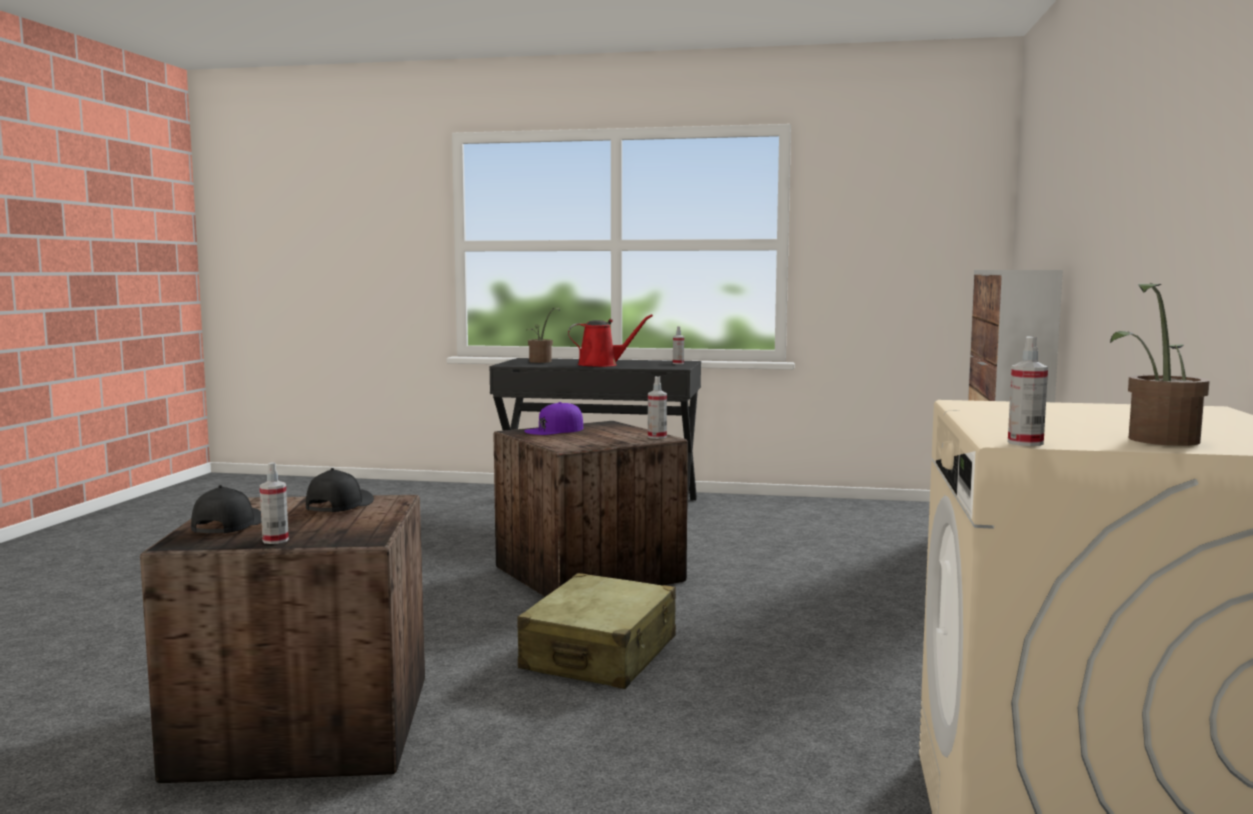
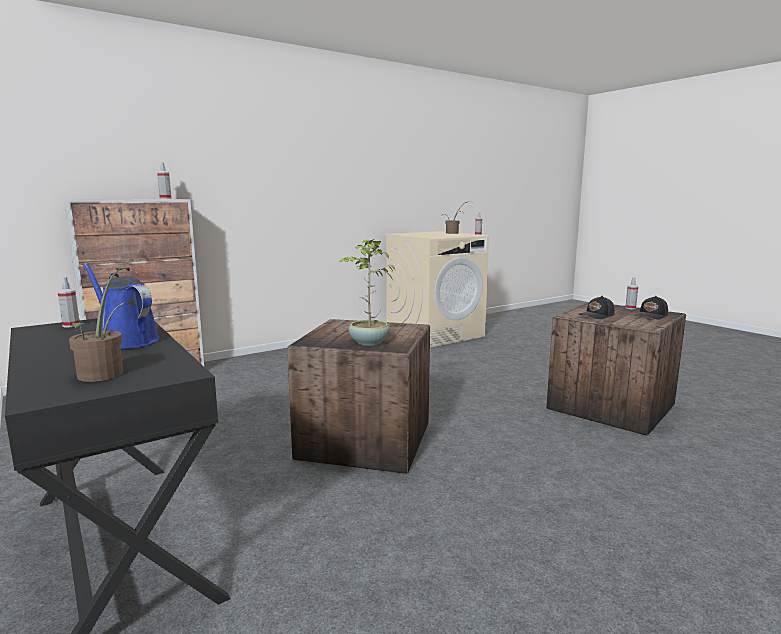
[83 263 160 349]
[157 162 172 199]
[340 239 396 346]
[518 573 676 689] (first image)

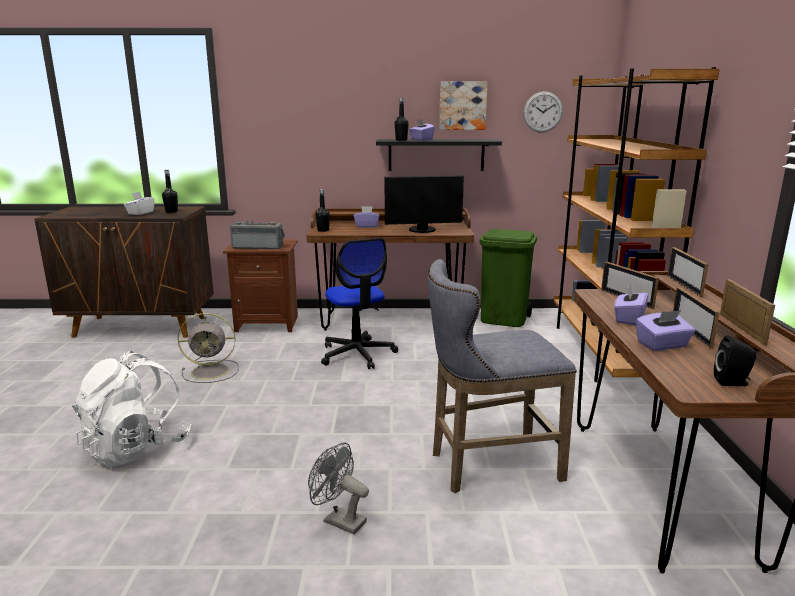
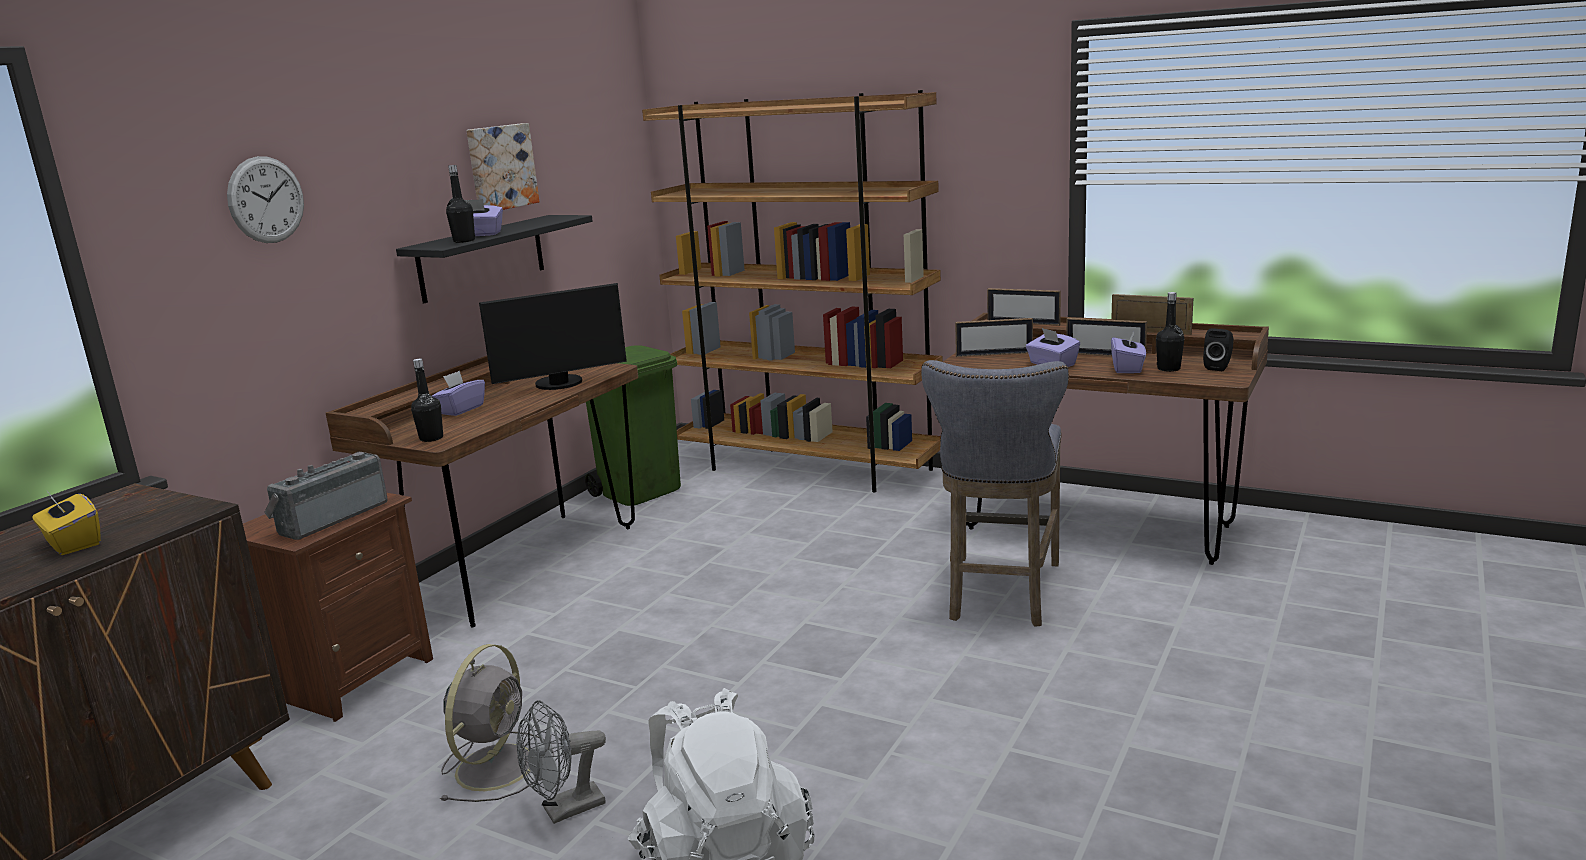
[227 156 304 243]
[1156 292 1184 372]
[479 283 627 390]
[32 491 101 555]
[321 238 398 369] (first image)
[516 700 606 824]

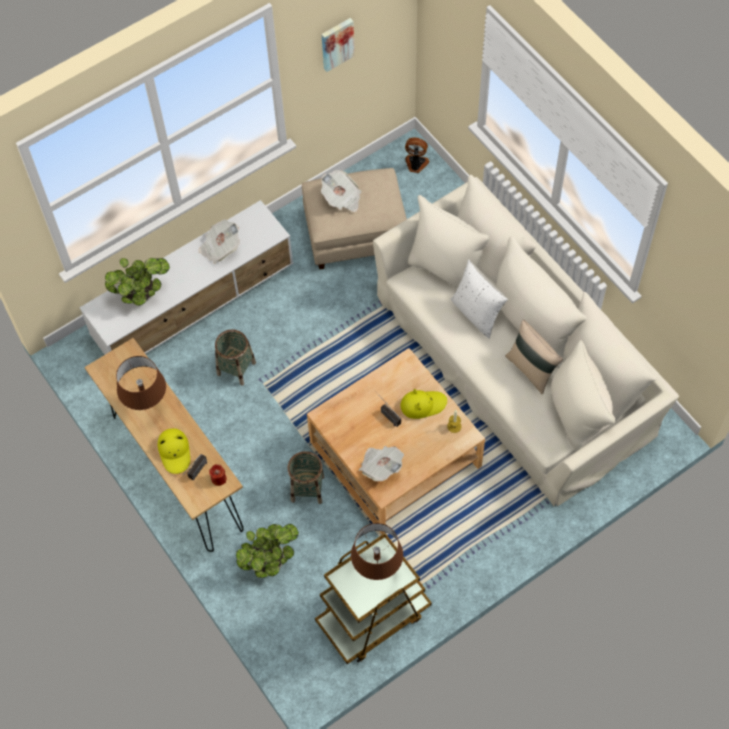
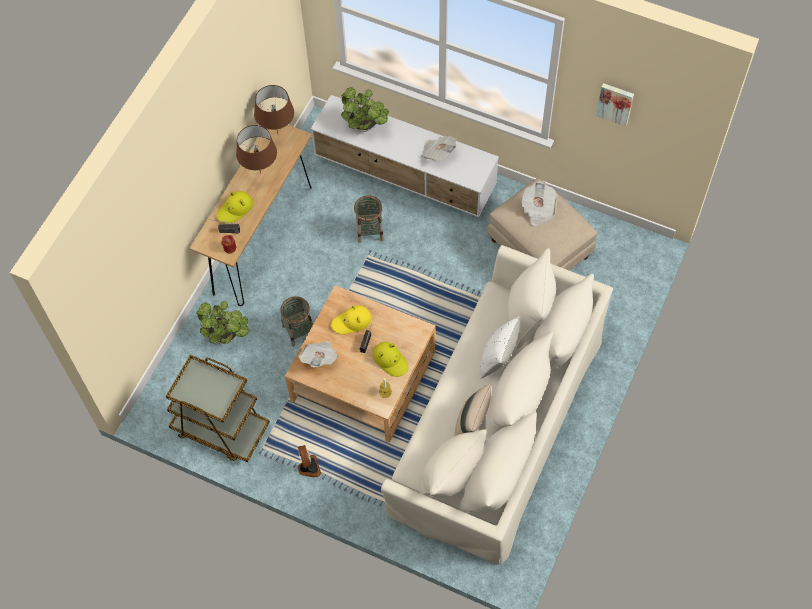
[298 445 321 477]
[254 85 294 133]
[331 305 371 334]

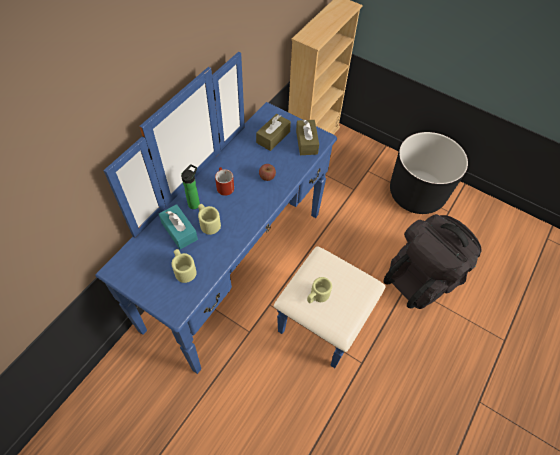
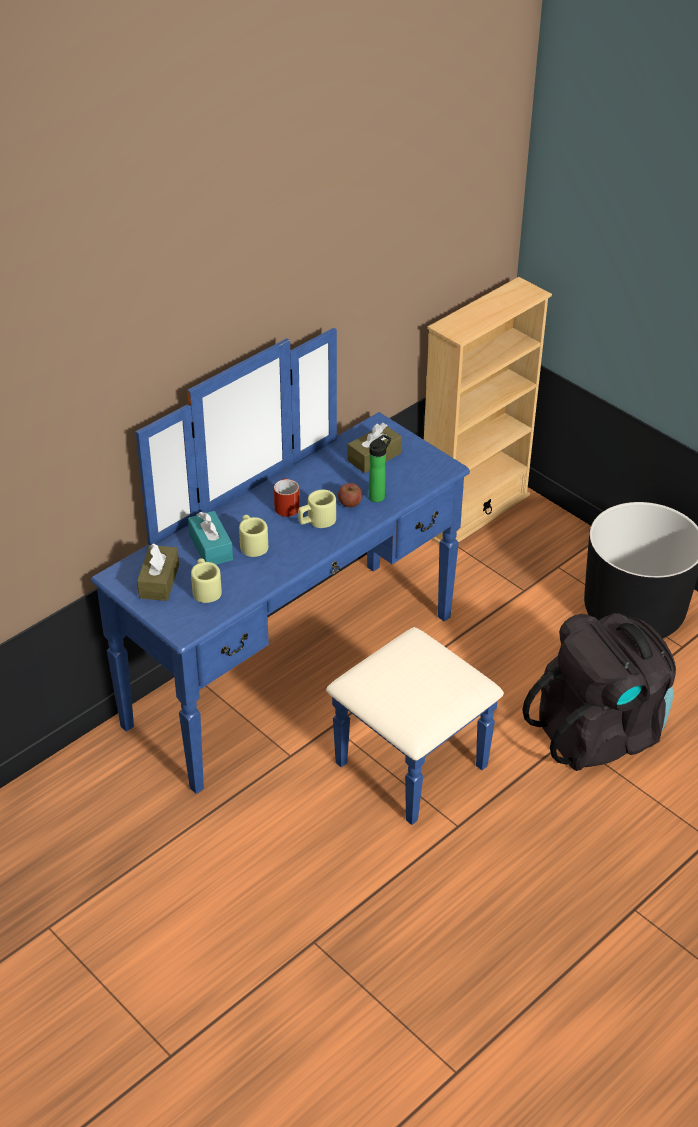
[137 543 179 601]
[369 434 391 502]
[298 490 336 528]

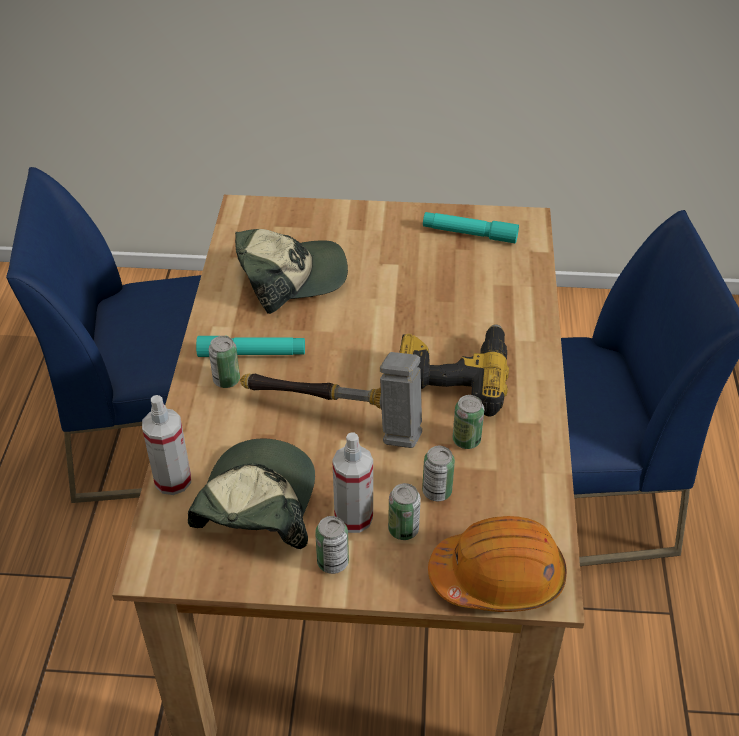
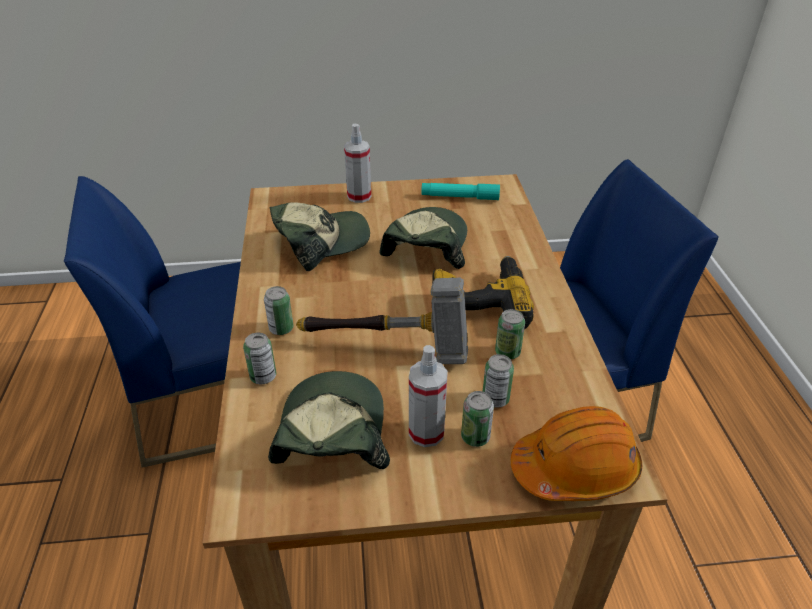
[196 336 305 357] (first image)
[344 124 371 203]
[243 333 276 384]
[379 207 467 269]

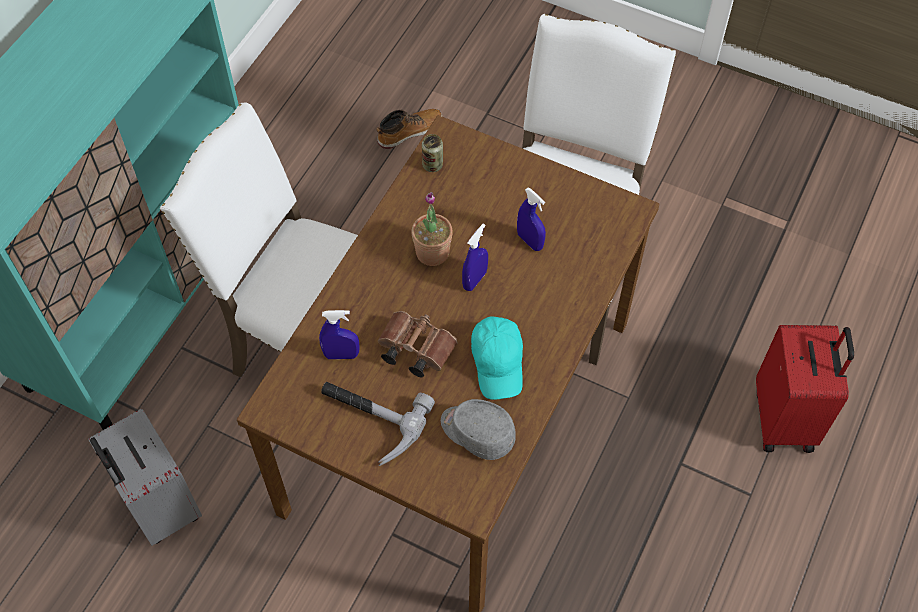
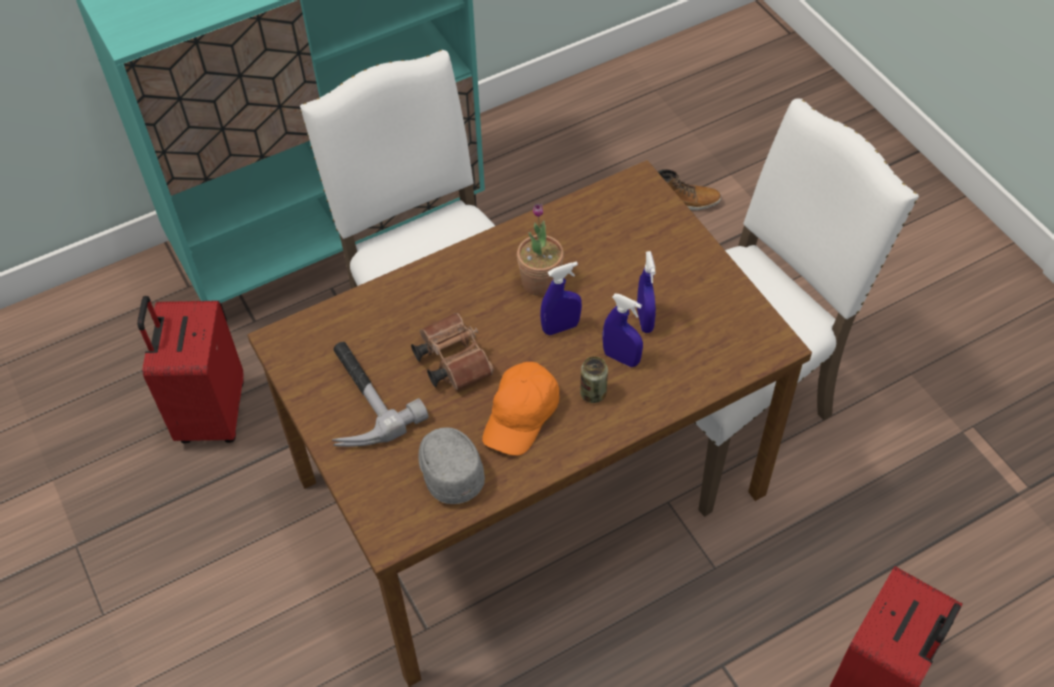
[580 356 608 403]
[602 293 643 367]
[482 362 559 456]
[137 296 244 443]

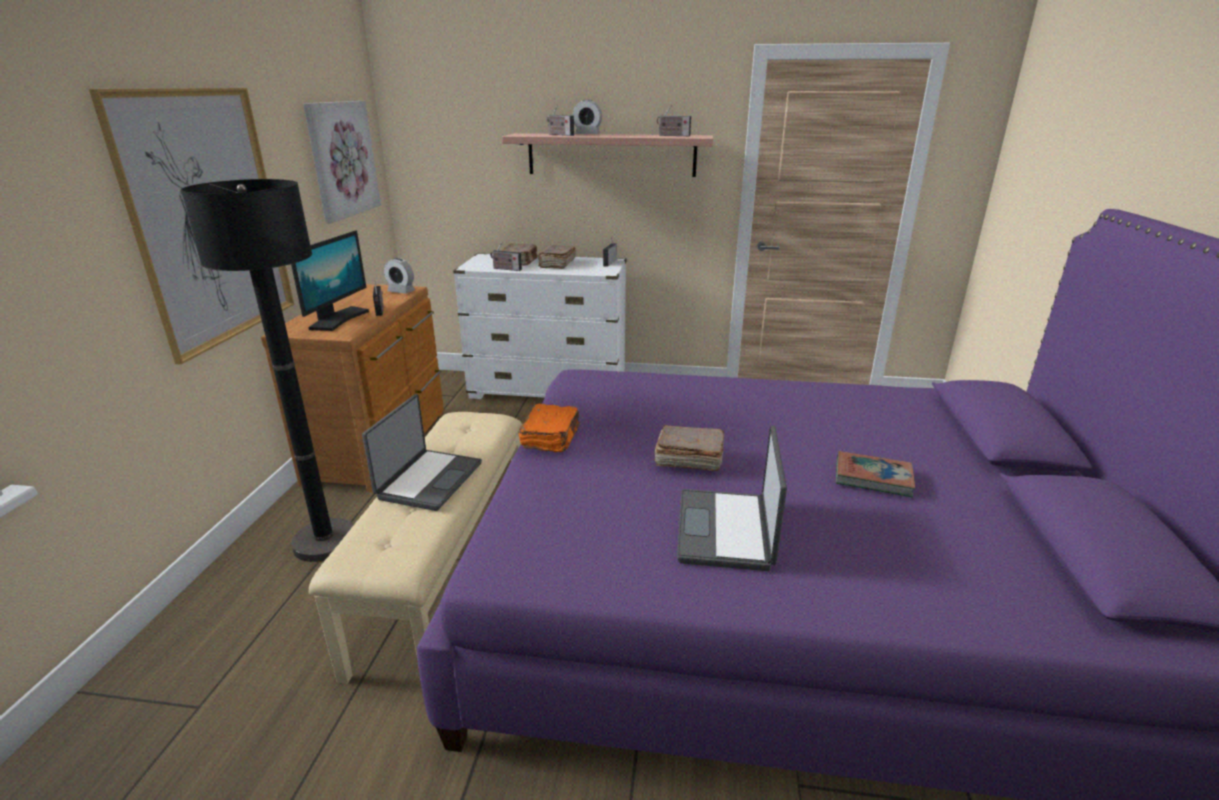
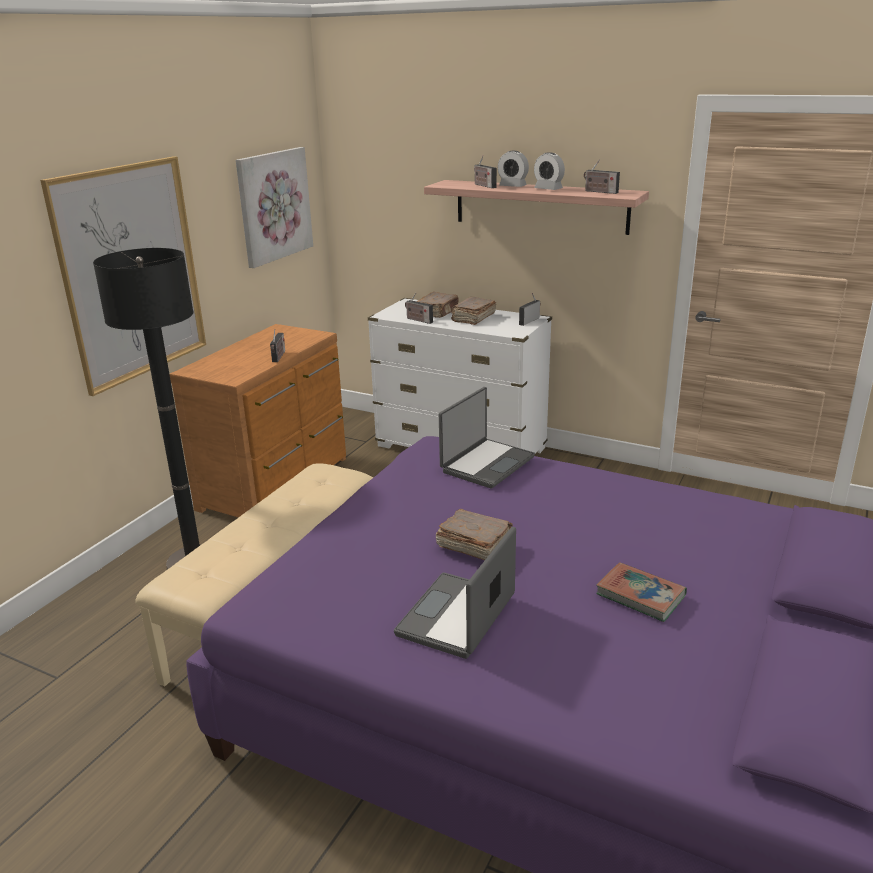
[291 230 369 331] (first image)
[534 153 565 190]
[439 387 535 489]
[519 404 580 452] (first image)

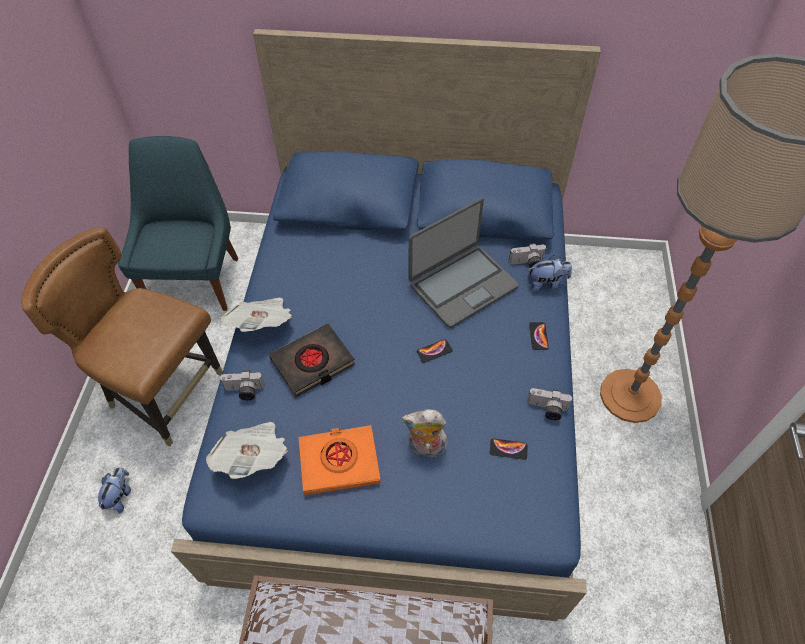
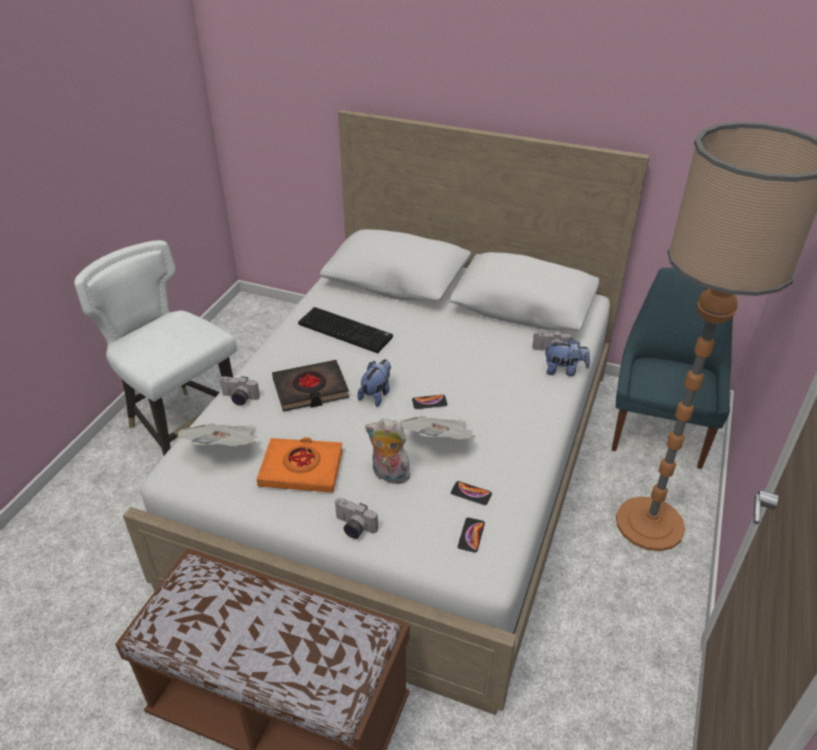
[123 110 650 715]
[612 268 733 469]
[409 198 519 328] (first image)
[74 240 237 456]
[400 416 475 440]
[458 517 485 552]
[334 498 378 539]
[357 359 391 407]
[298 307 393 353]

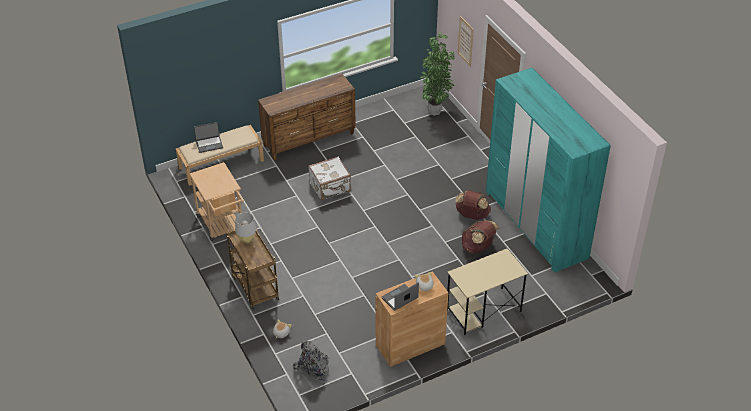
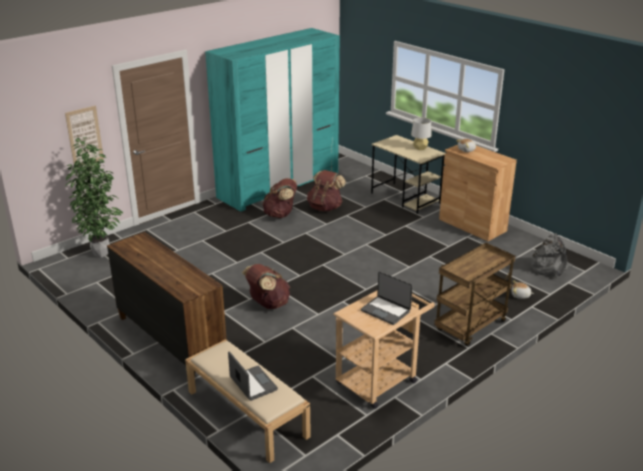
[242 264 290 309]
[411 118 432 150]
[361 271 413 325]

